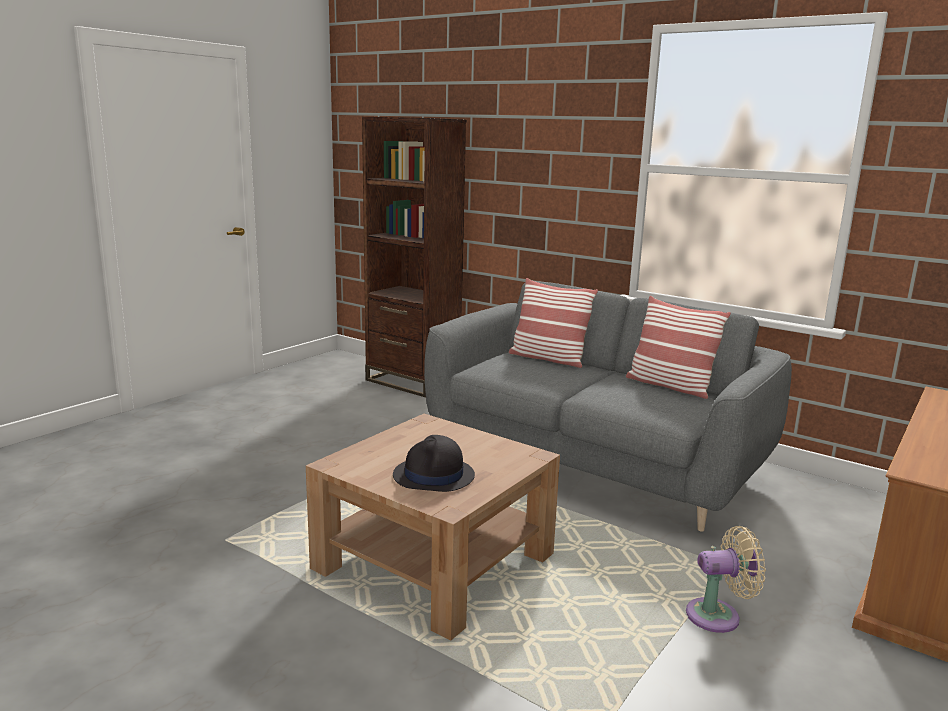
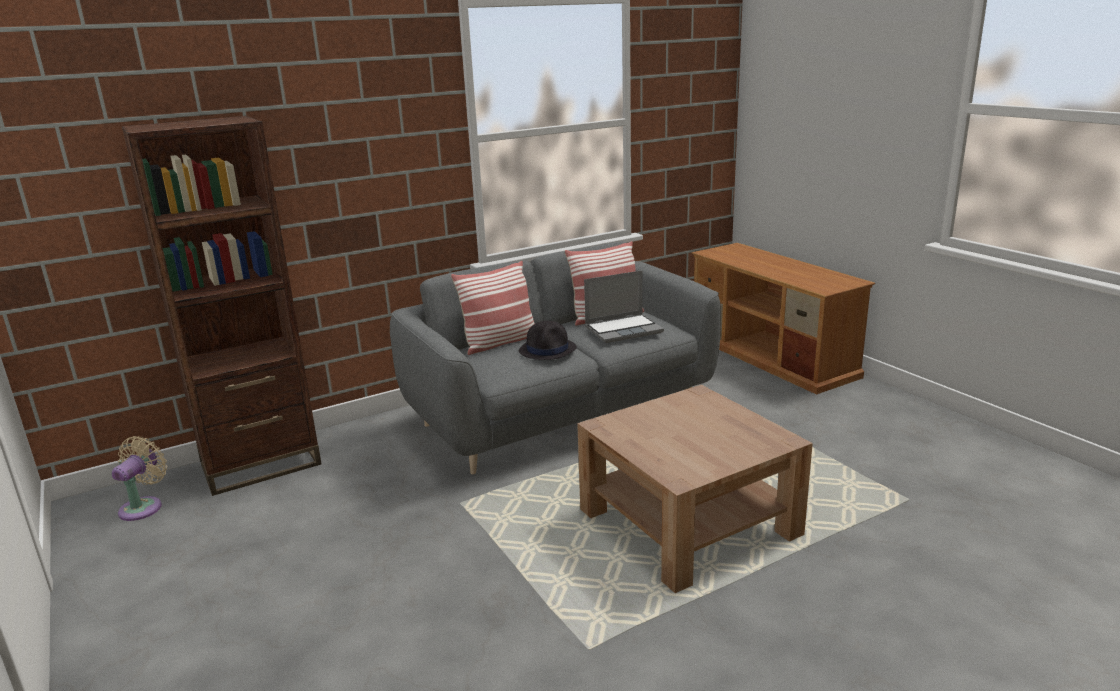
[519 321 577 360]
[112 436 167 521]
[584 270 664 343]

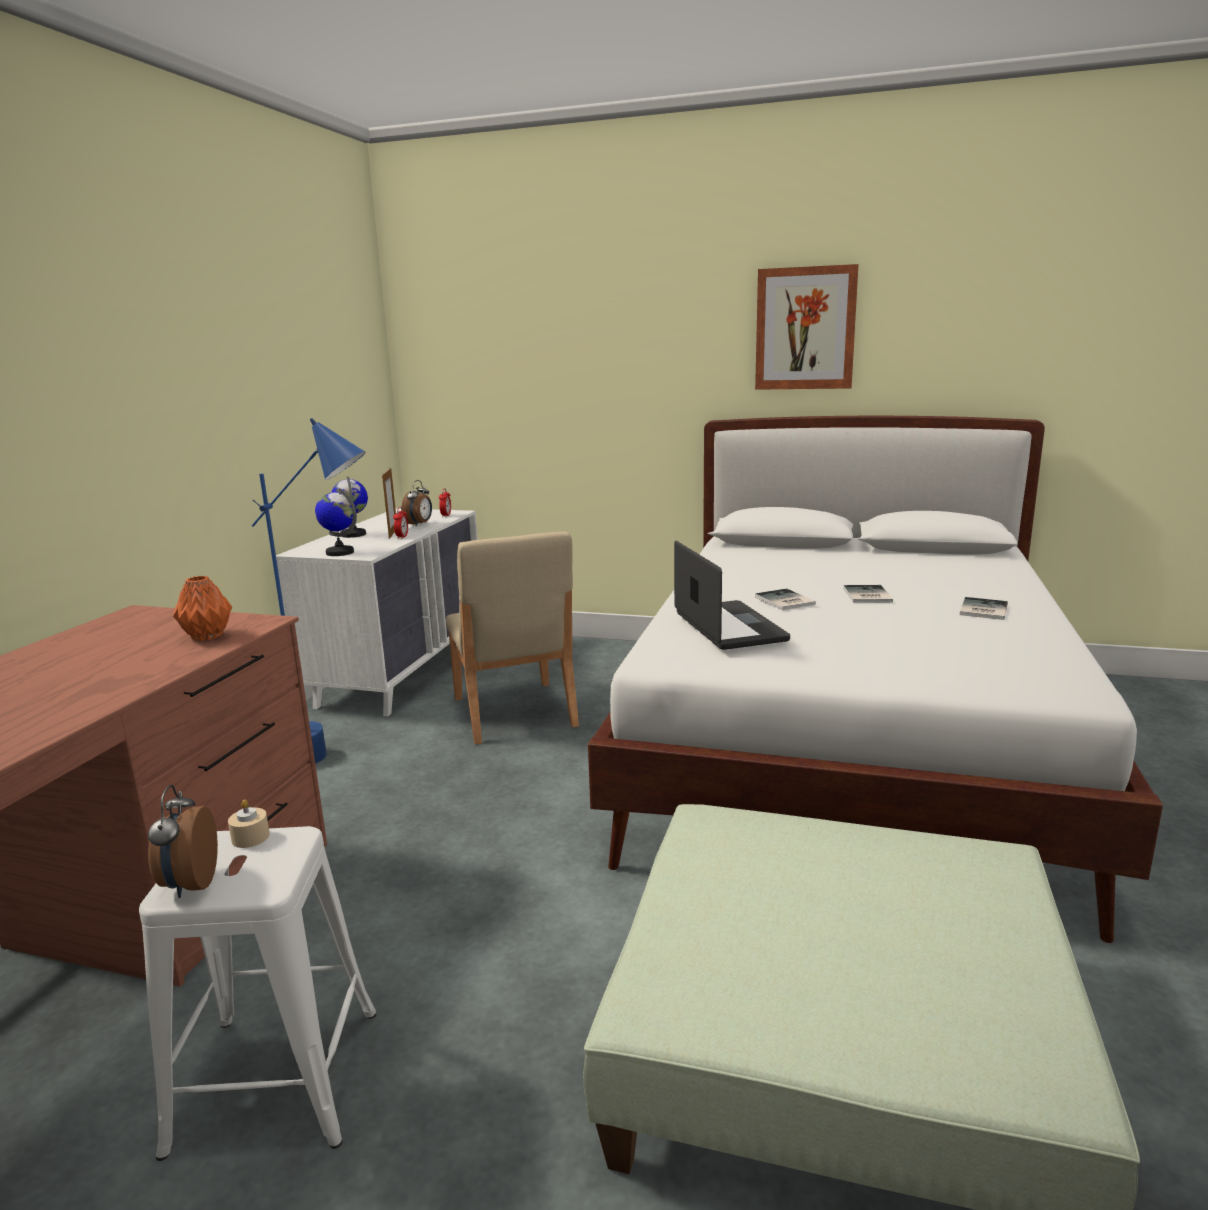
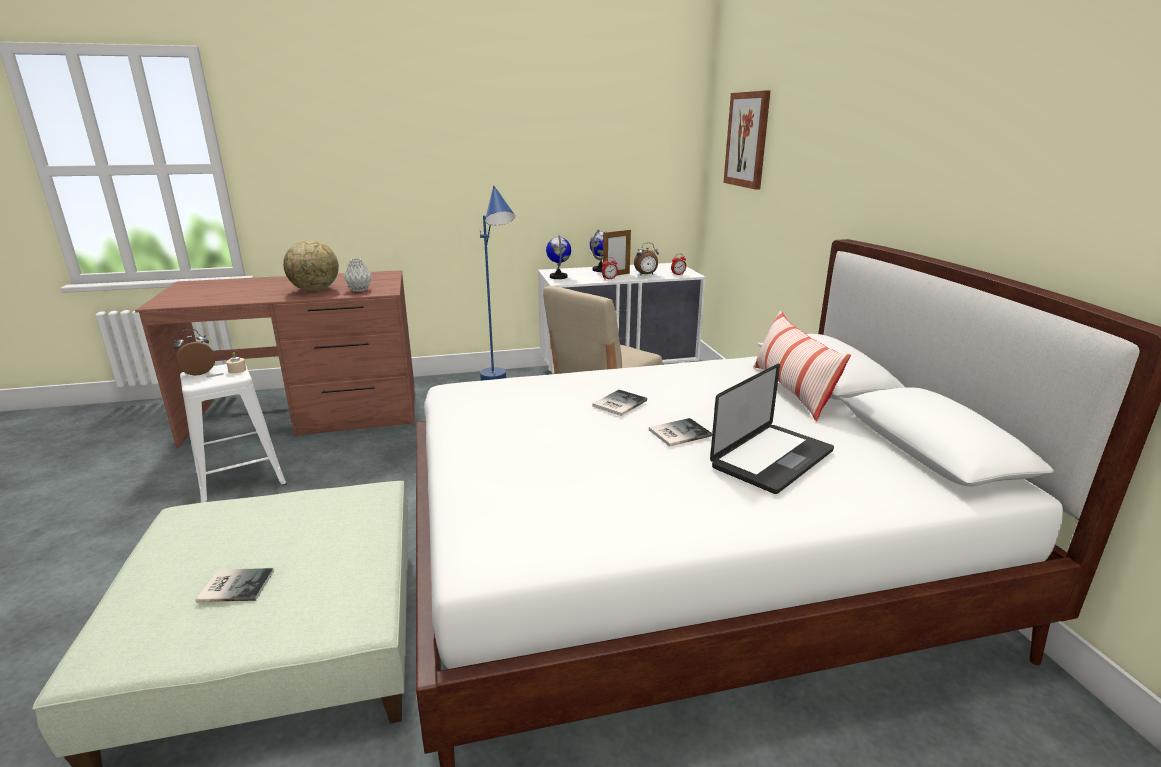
[724 91 771 190]
[710 364 834 494]
[344 258 372 292]
[196 568 274 602]
[283 240 339 291]
[753 310 851 421]

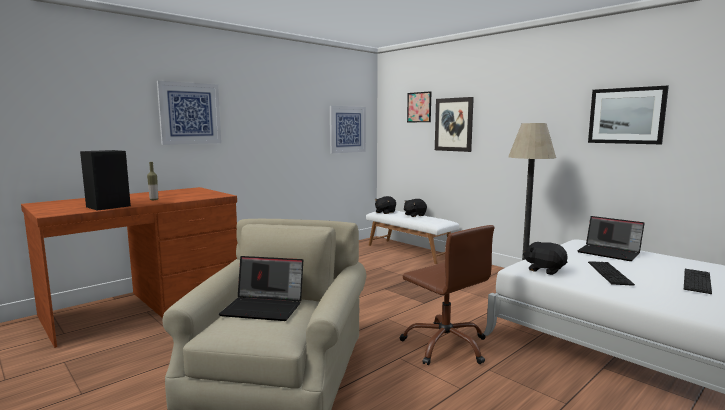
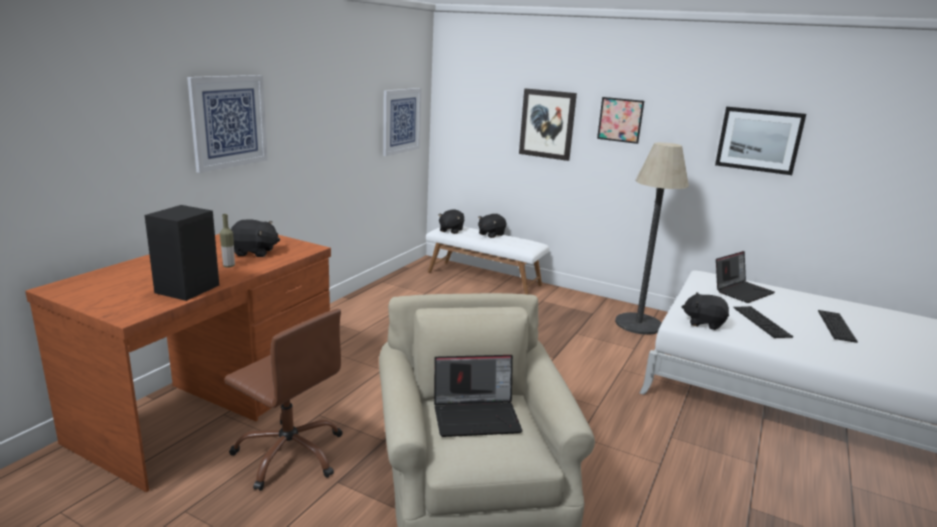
[597 97 644 144]
[716 251 775 303]
[224 309 343 491]
[231 219 280 257]

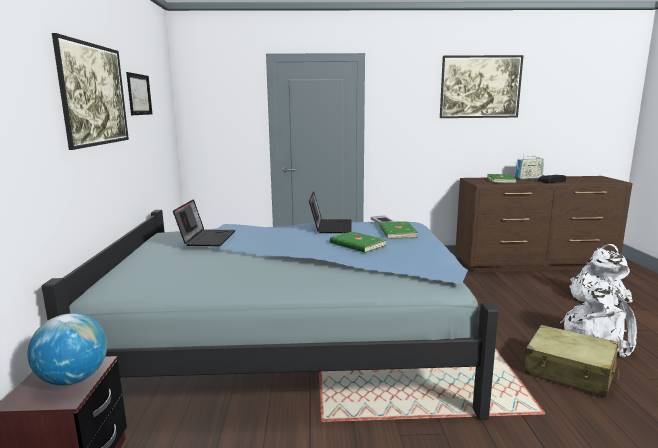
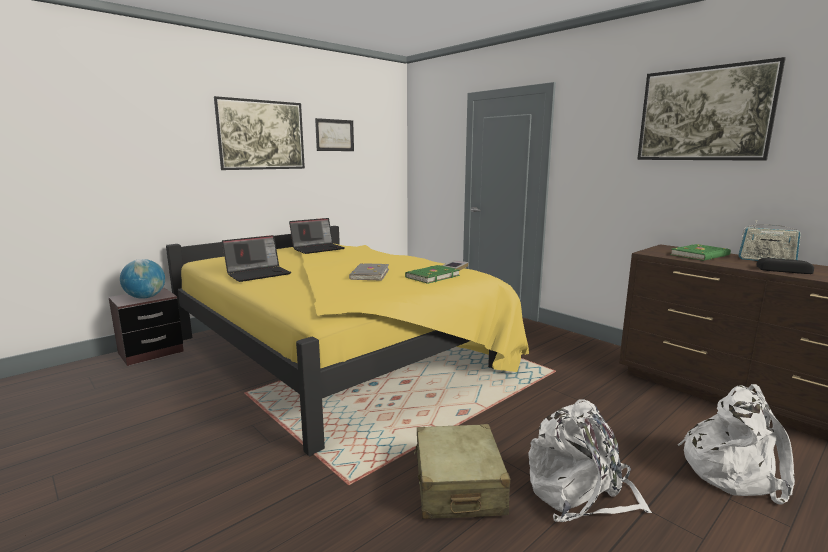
[222 235 291 282]
[166 226 529 456]
[349 263 389 281]

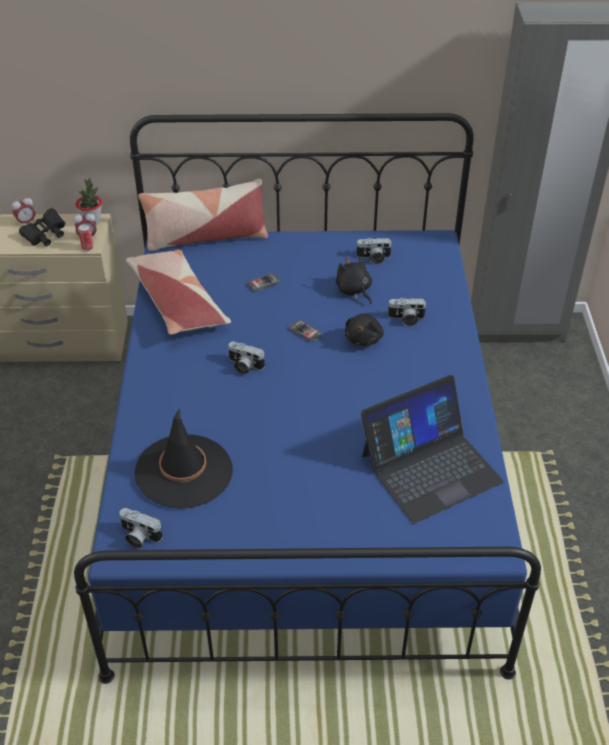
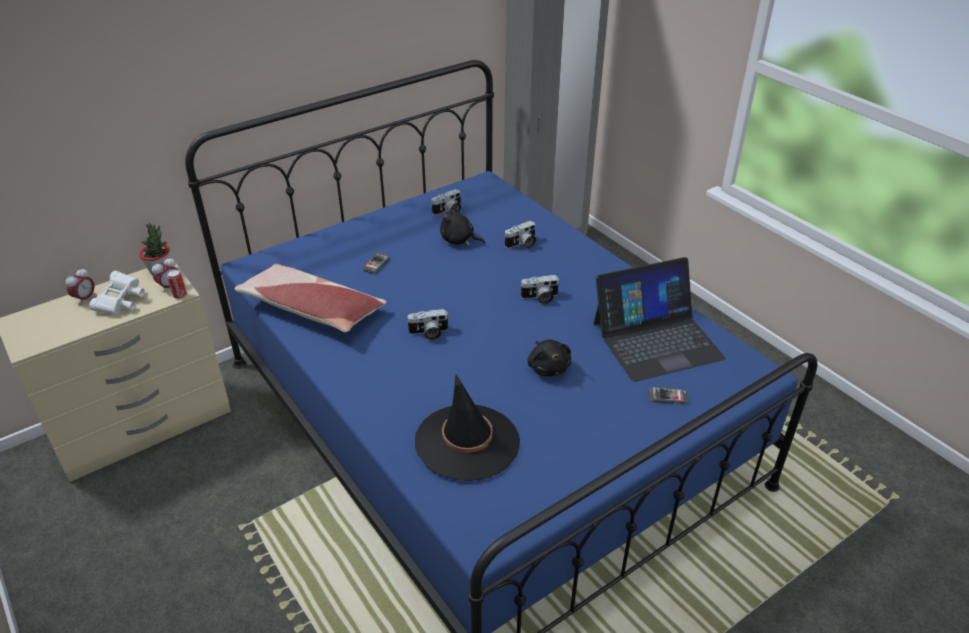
[138 179 268 251] (first image)
[89 271 145 315]
[527 340 571 376]
[648 387 689 405]
[594 257 726 382]
[520 275 560 305]

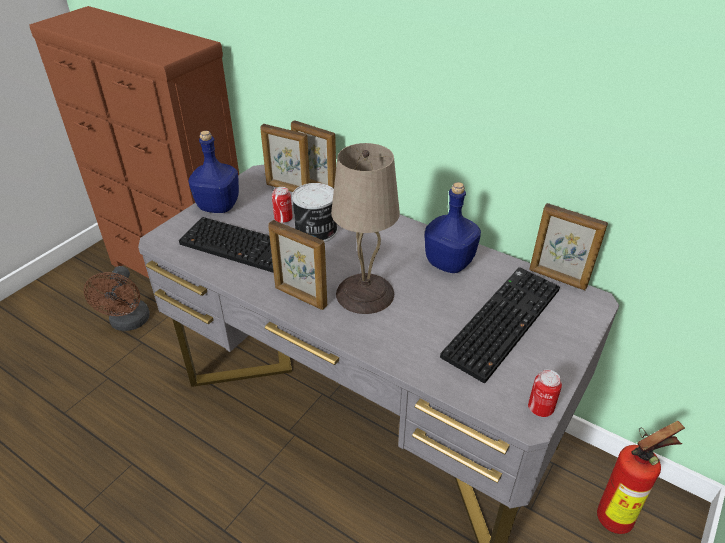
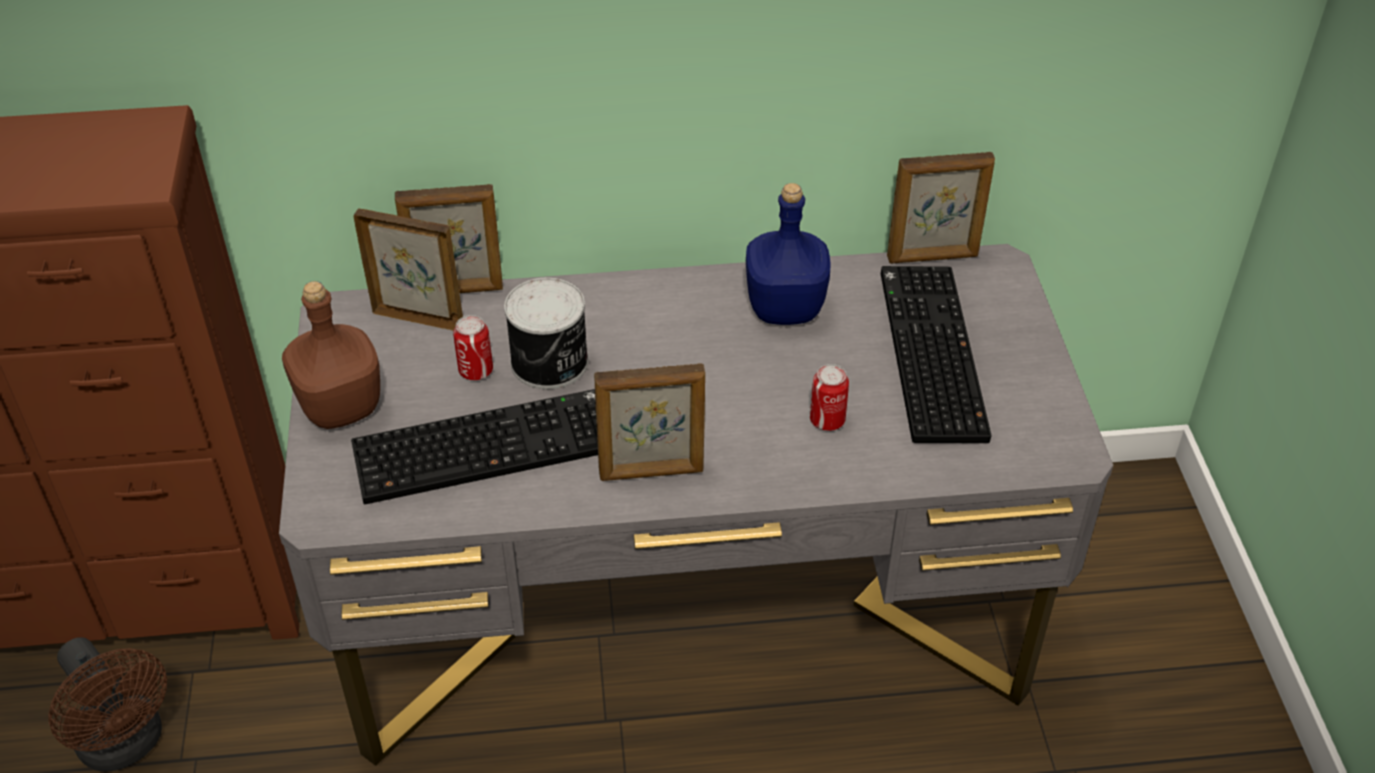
[354 209 463 331]
[282 281 380 429]
[331 143 400 314] (first image)
[810 364 849 431]
[597 421 685 534] (first image)

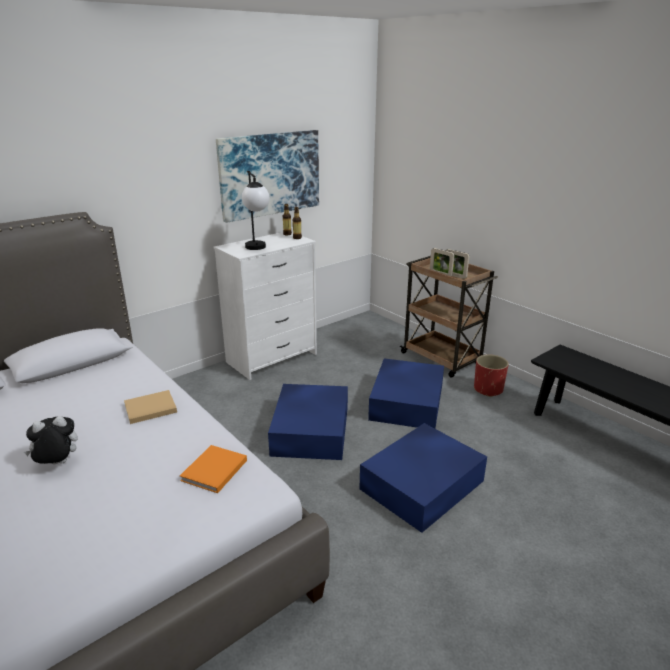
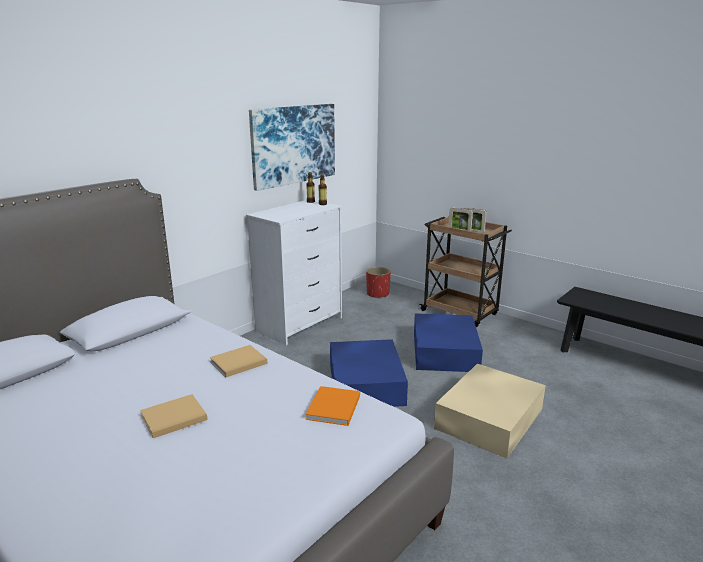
[242 171 269 250] (first image)
[366 267 391 299]
[140 394 208 438]
[434 364 546 458]

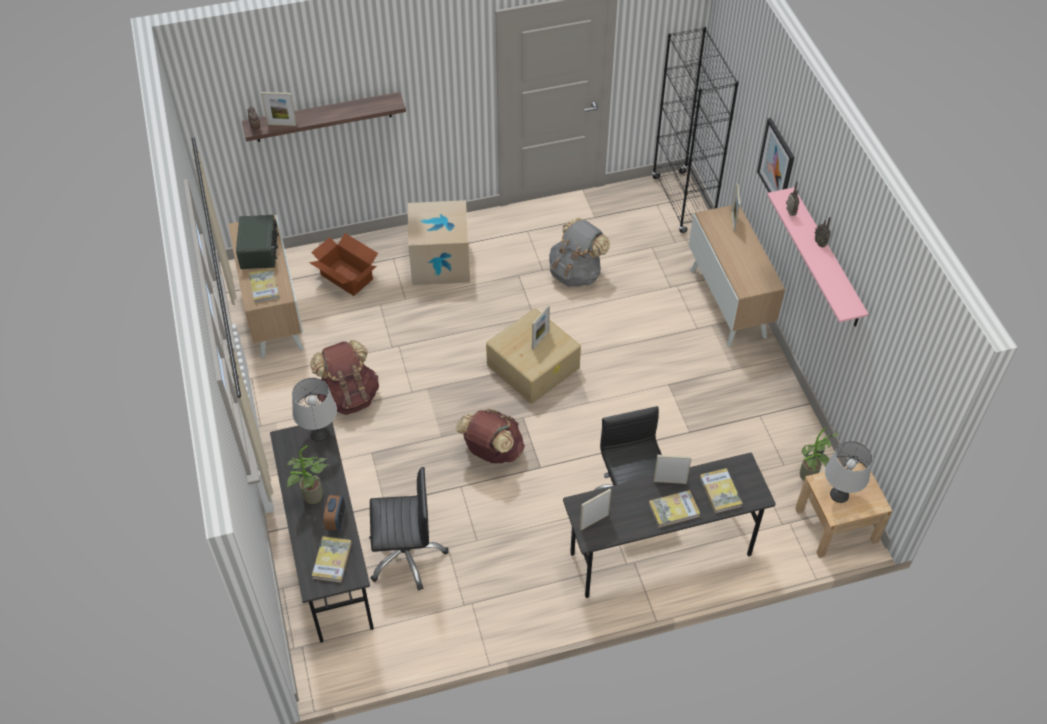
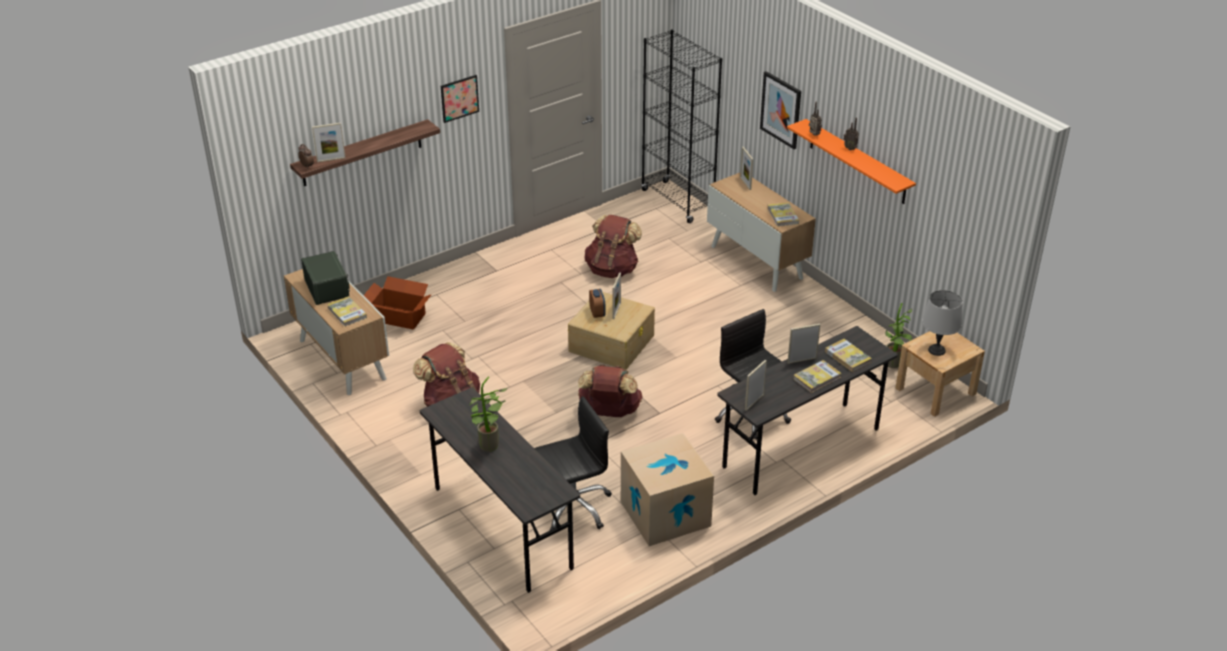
[787 119 916 204]
[621 433 714 546]
[584 215 642 278]
[292 378 337 442] (first image)
[589 289 605 318]
[767 202 799 227]
[441 75 479 123]

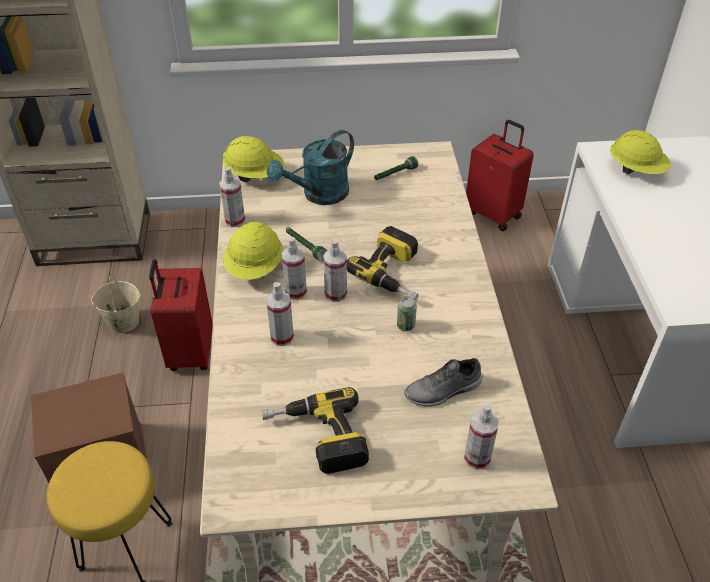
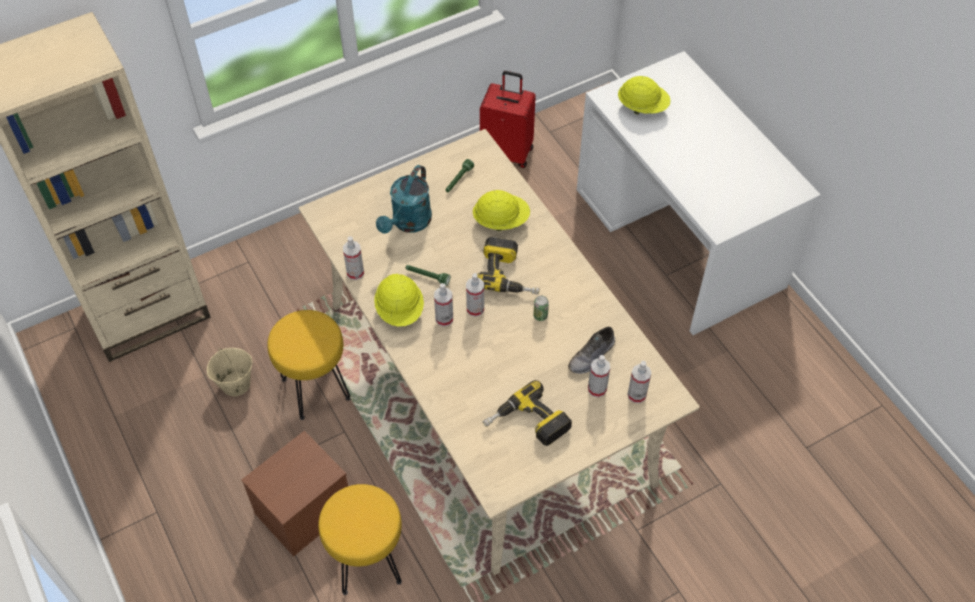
[473 190 530 231]
[267 310 350 420]
[588 355 610 398]

